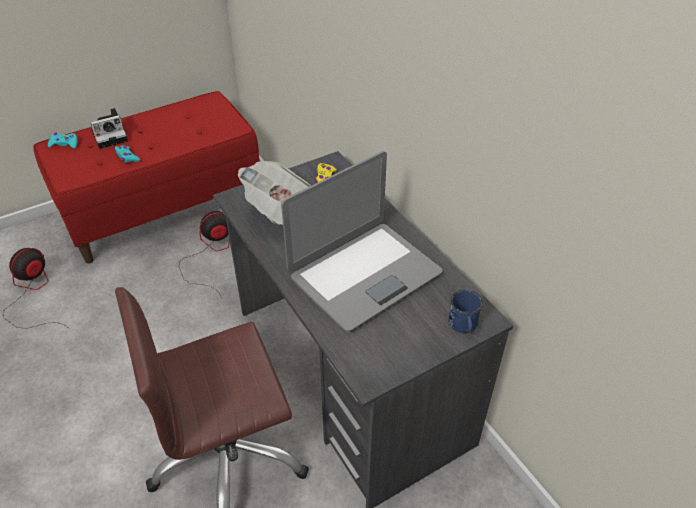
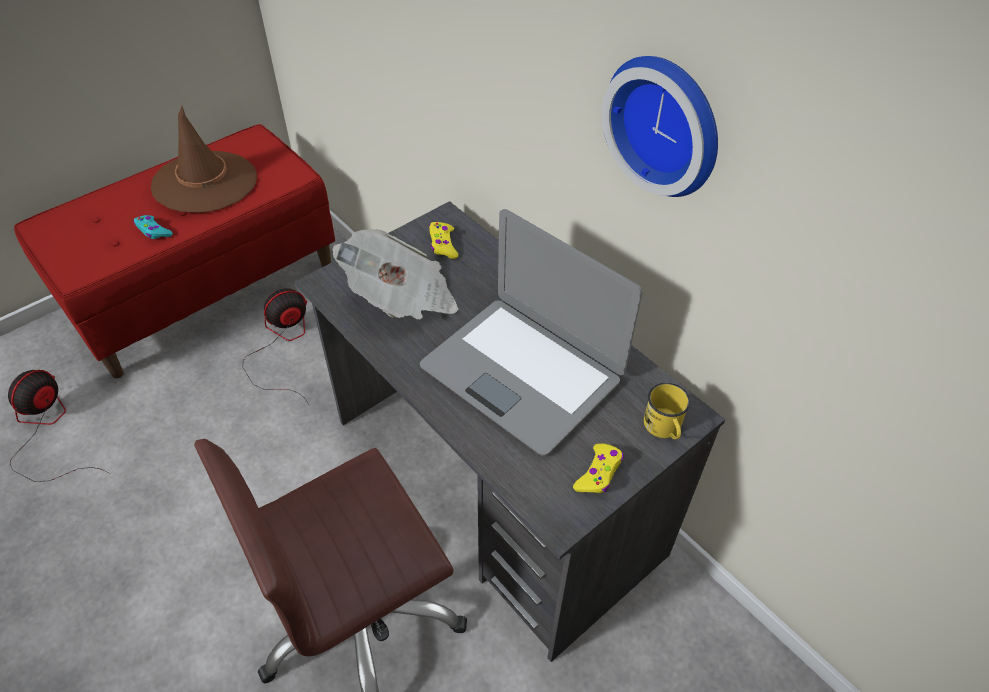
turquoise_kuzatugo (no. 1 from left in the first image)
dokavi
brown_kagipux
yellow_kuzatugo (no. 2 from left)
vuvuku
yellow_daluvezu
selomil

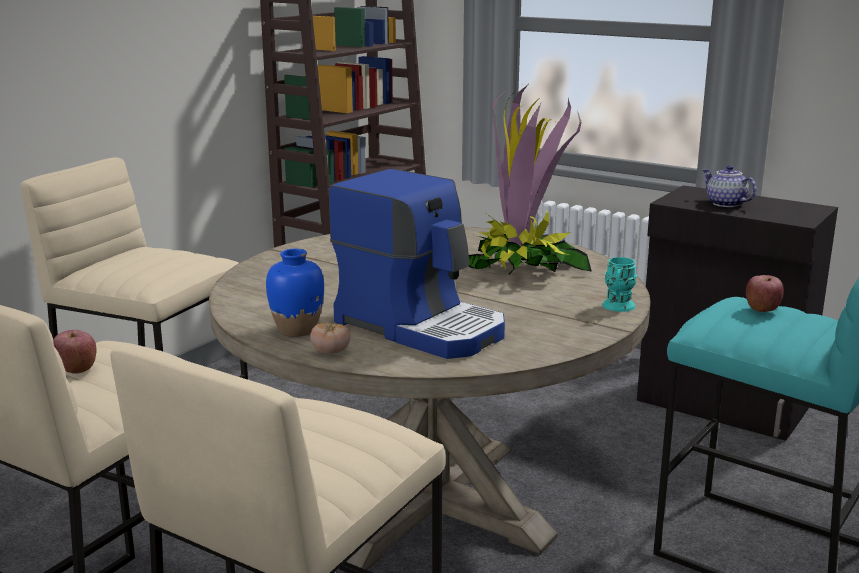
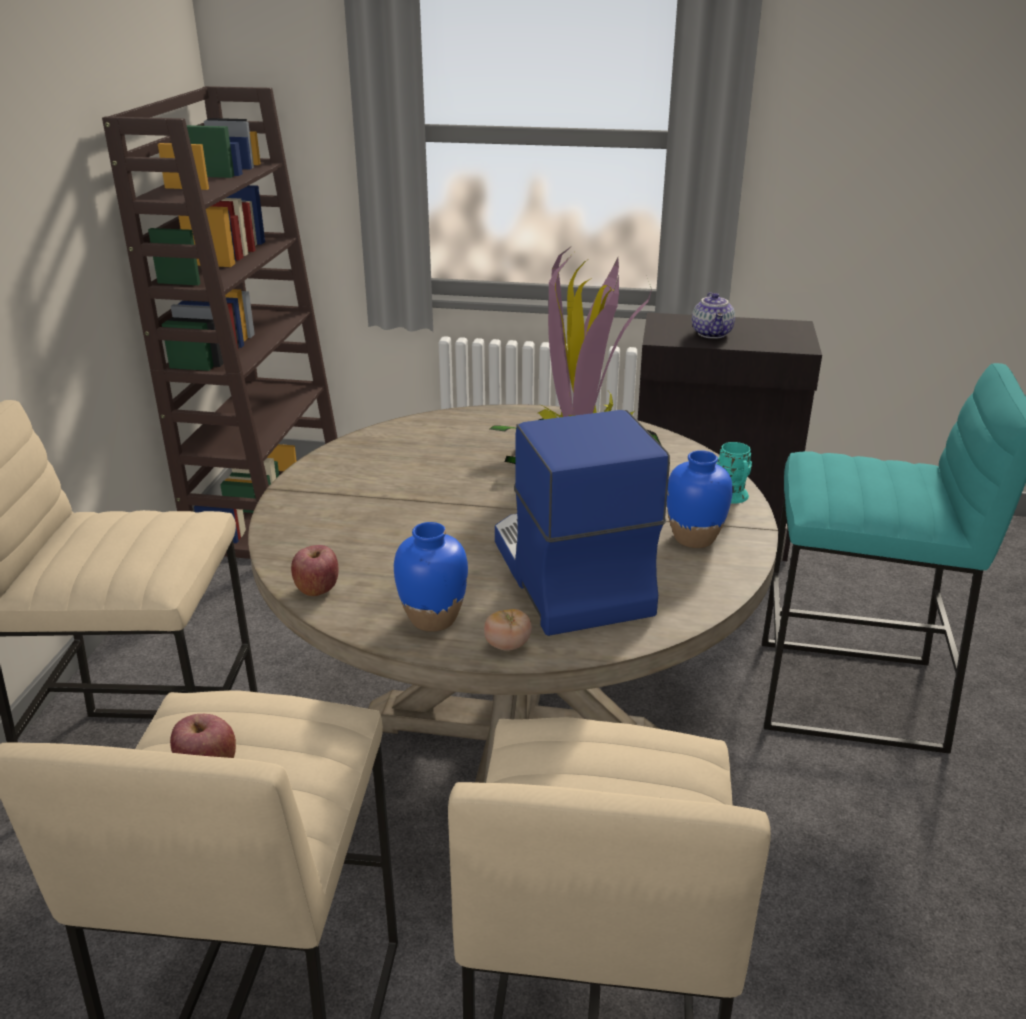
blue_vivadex (no. 2 from left)
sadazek (no. 2 from left)
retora
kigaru

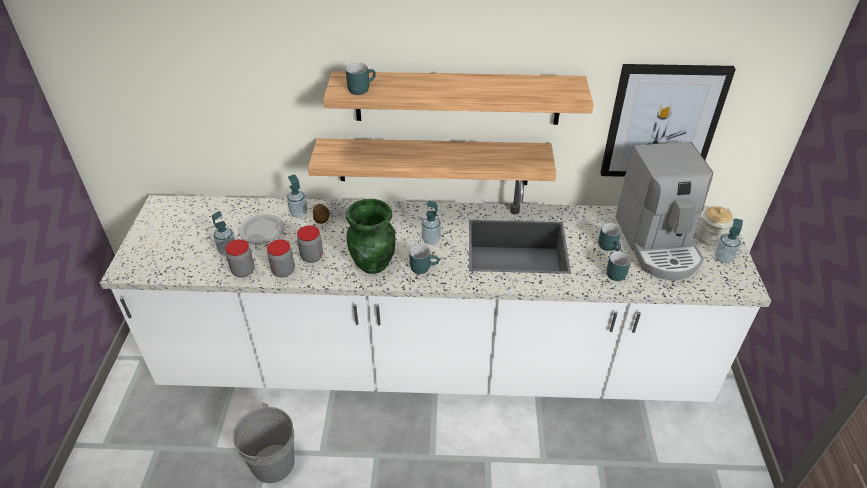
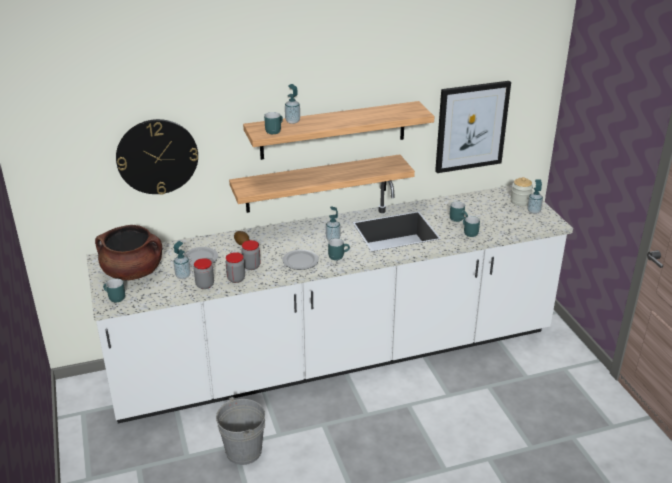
retora
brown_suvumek
turquoise_daluvezu (no. 1 from left)
vuvuku
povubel (no. 2 from left)
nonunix (no. 2 from left)

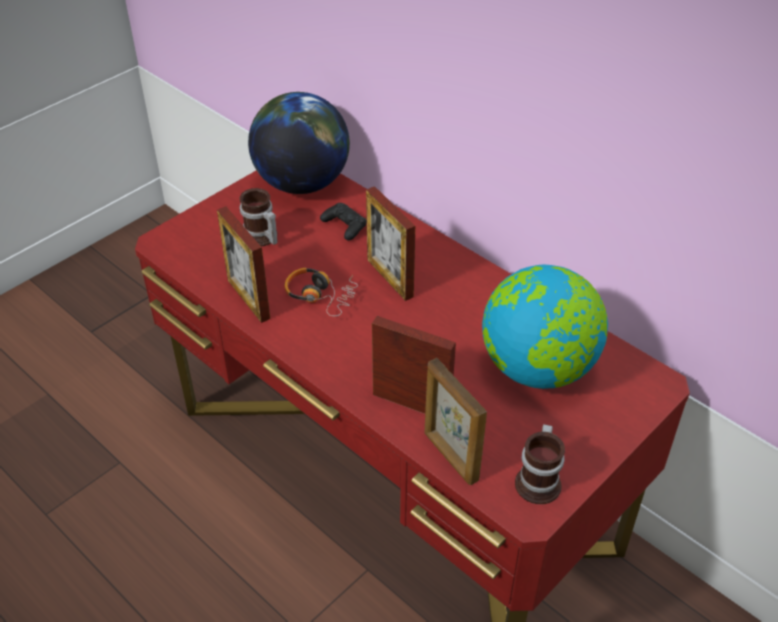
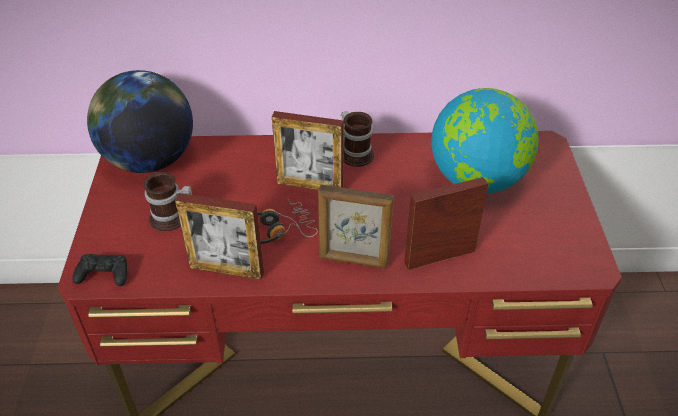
black_kuzatugo
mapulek (no. 3 from left)
daluvezu (no. 2 from left)

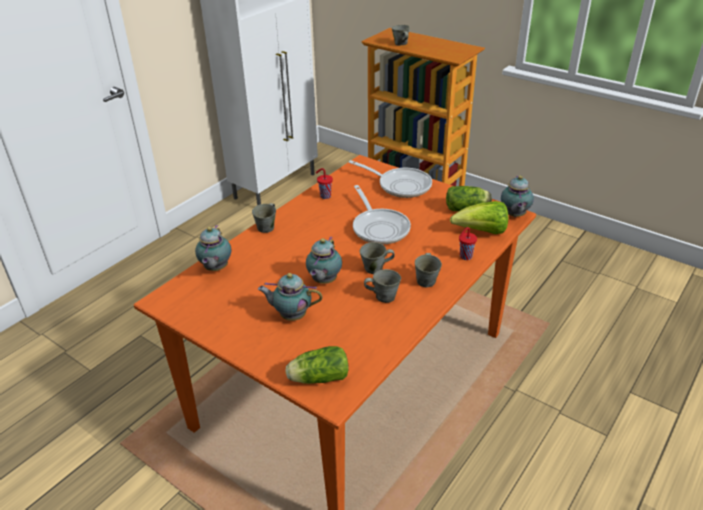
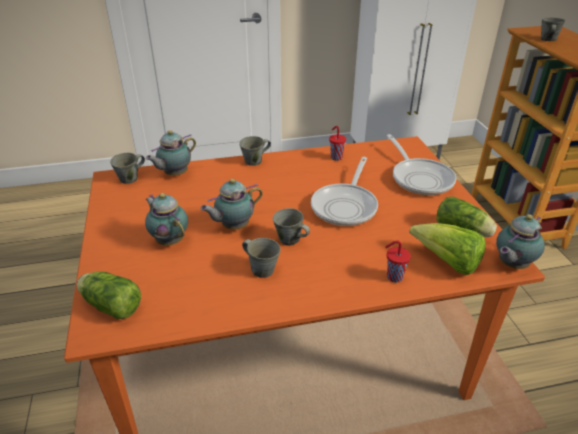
grey_daluvezu (no. 1 from left)

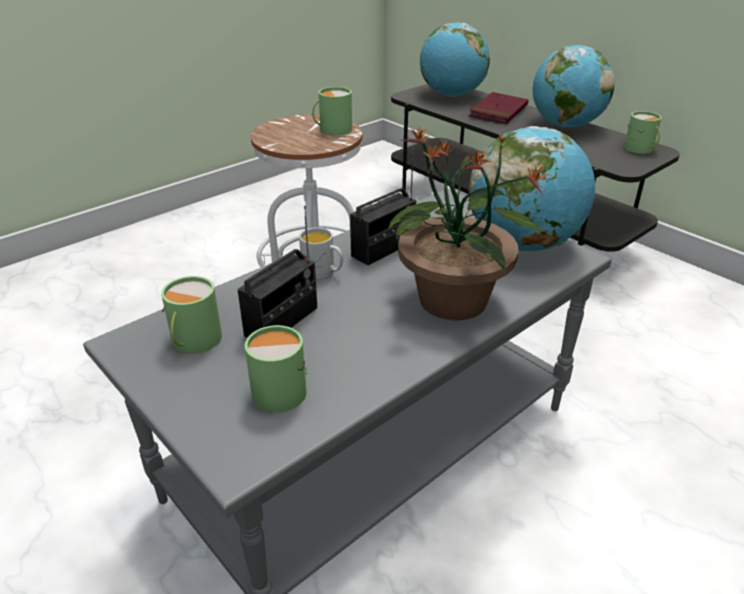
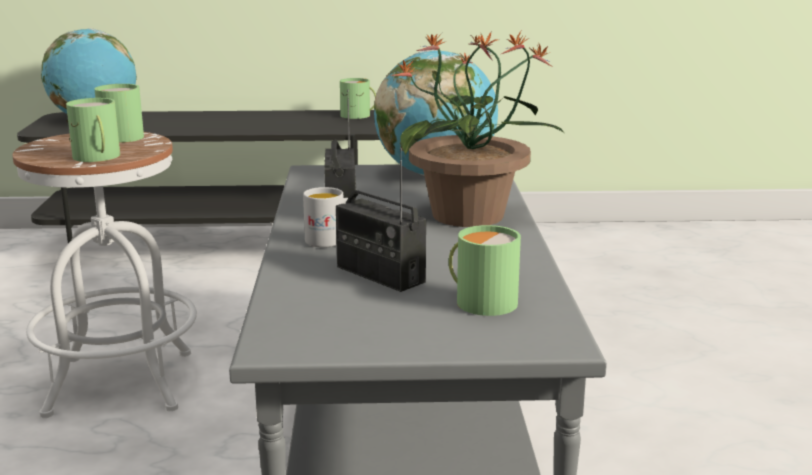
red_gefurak
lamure (no. 3 from left in the first image)
green_daluvezu (no. 1 from left)
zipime (no. 2 from left)

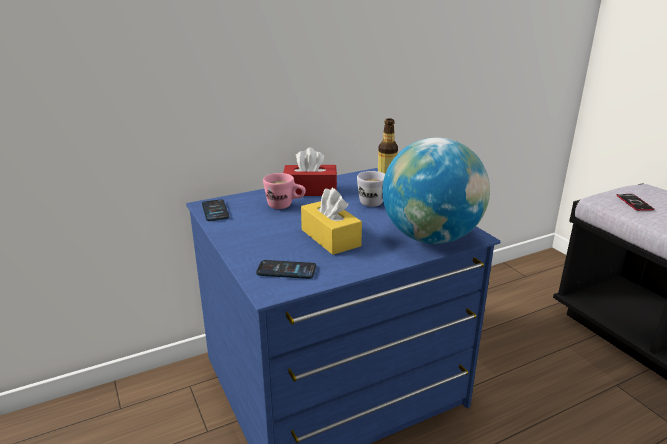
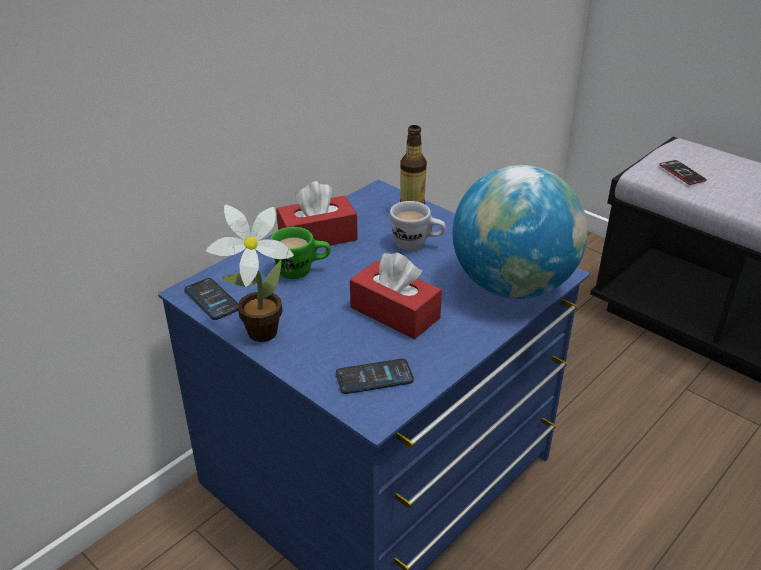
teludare
green_daluvezu
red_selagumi (no. 2 from left)

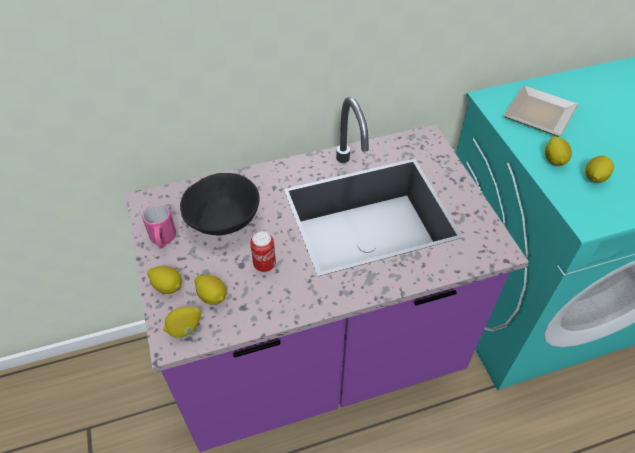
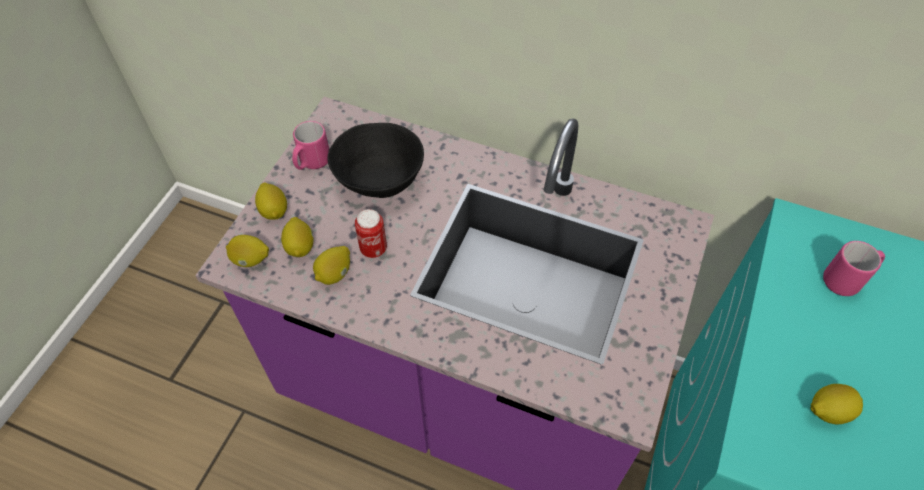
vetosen (no. 4 from left)
pink_daluvezu (no. 2 from left)

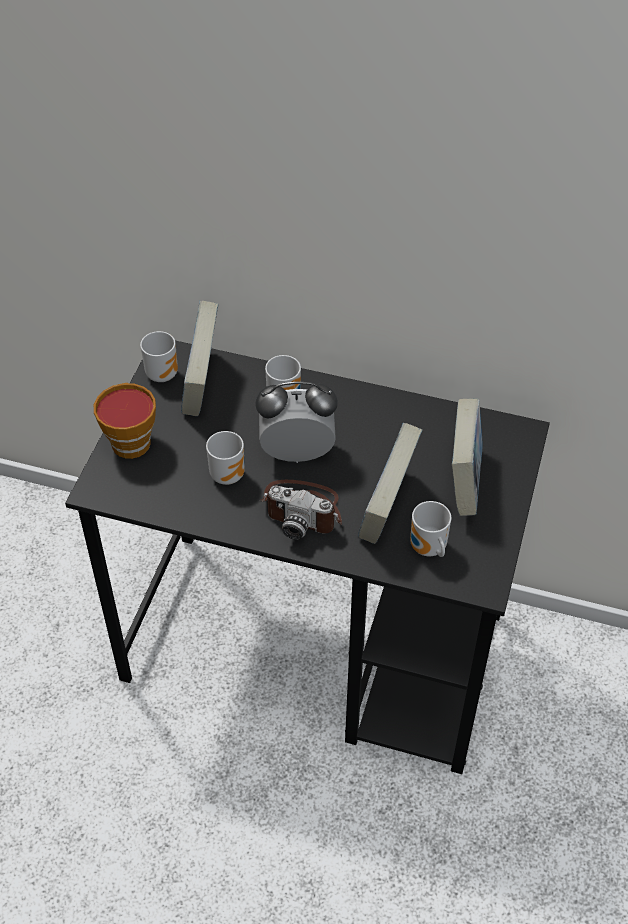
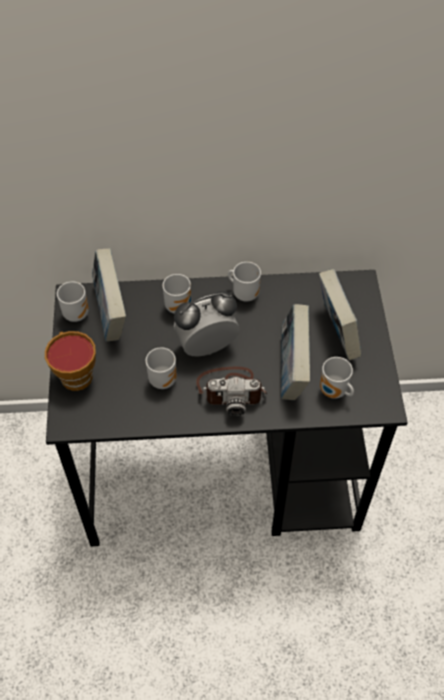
daluvezu (no. 4 from left)

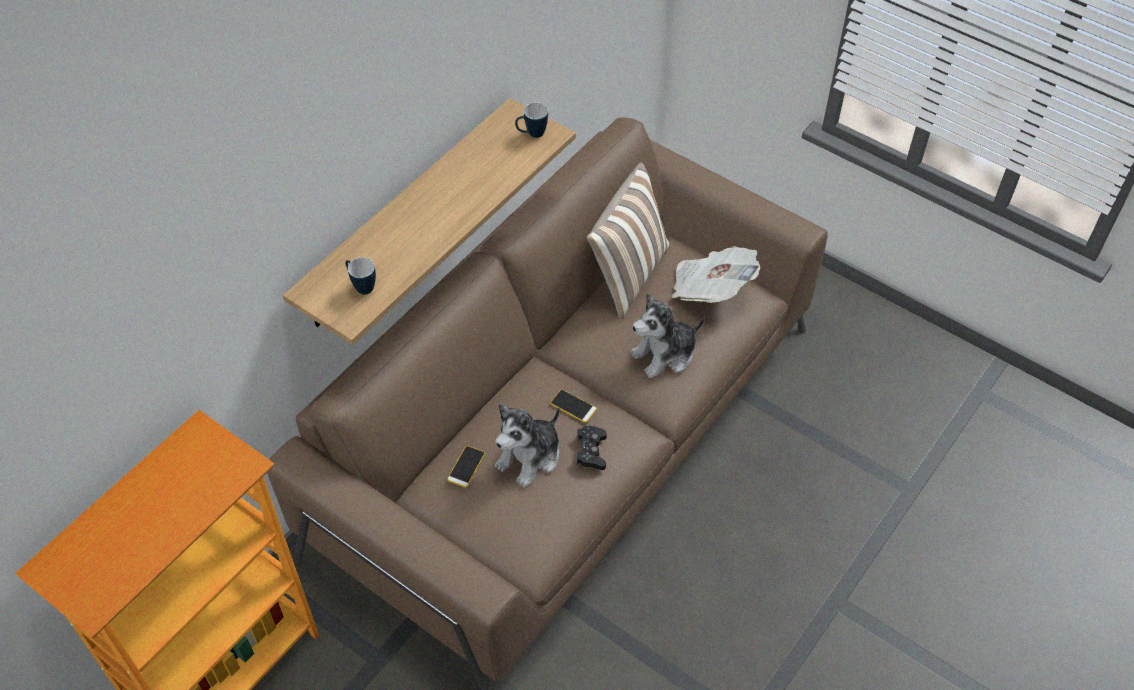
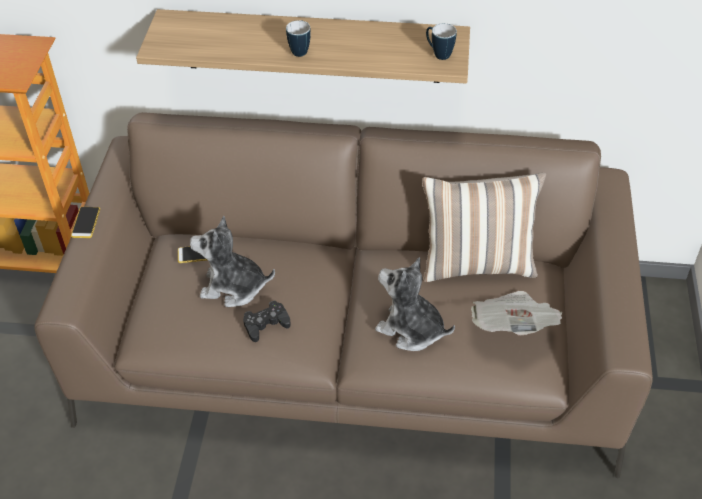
daluvezu (no. 1 from left)
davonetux (no. 1 from left)

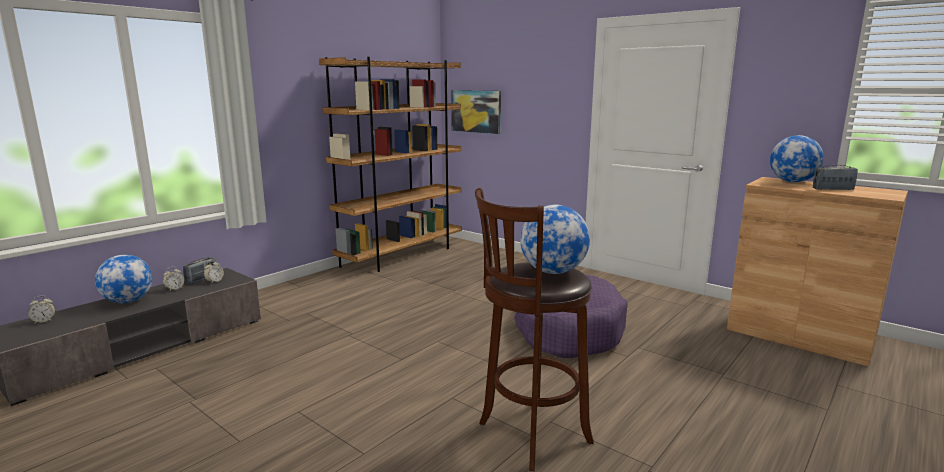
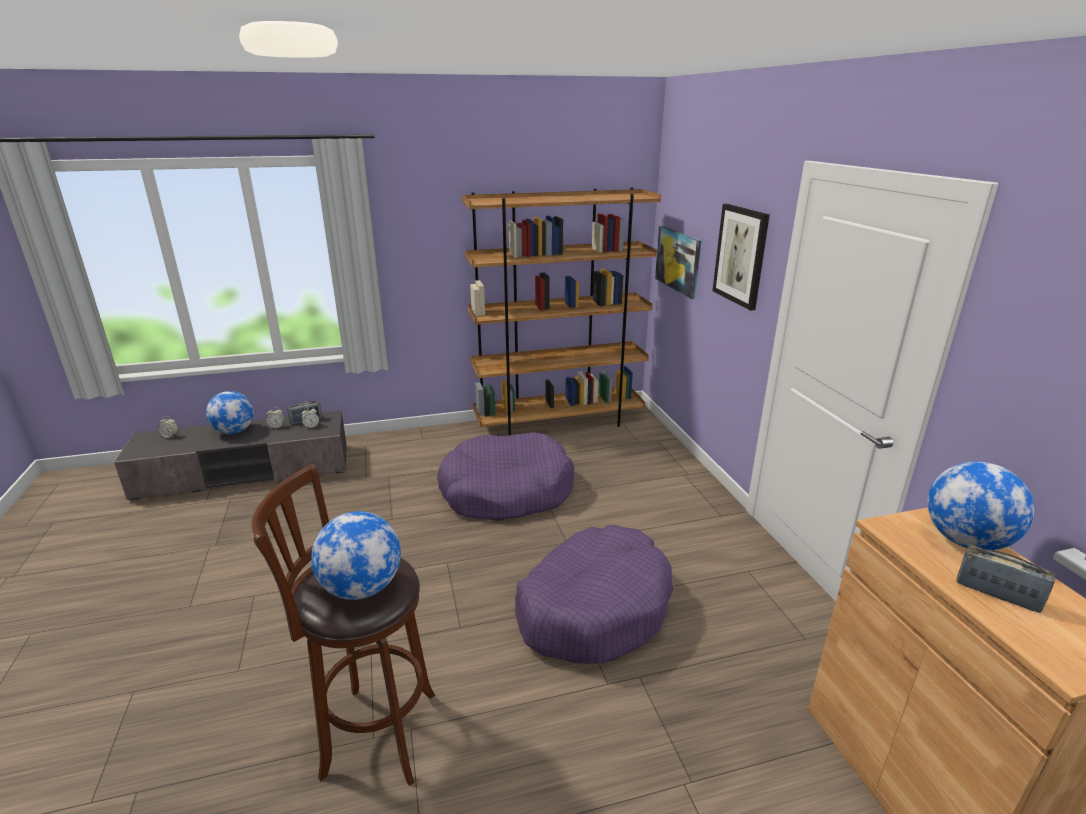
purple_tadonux (no. 1 from left)
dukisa (no. 2 from left)

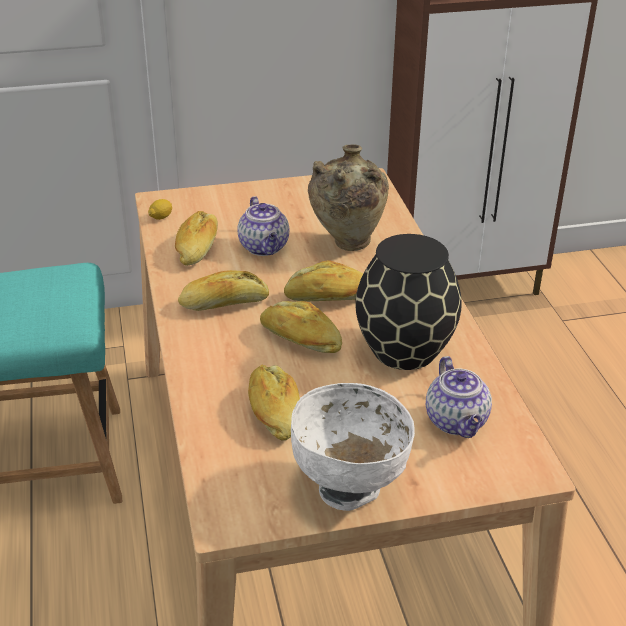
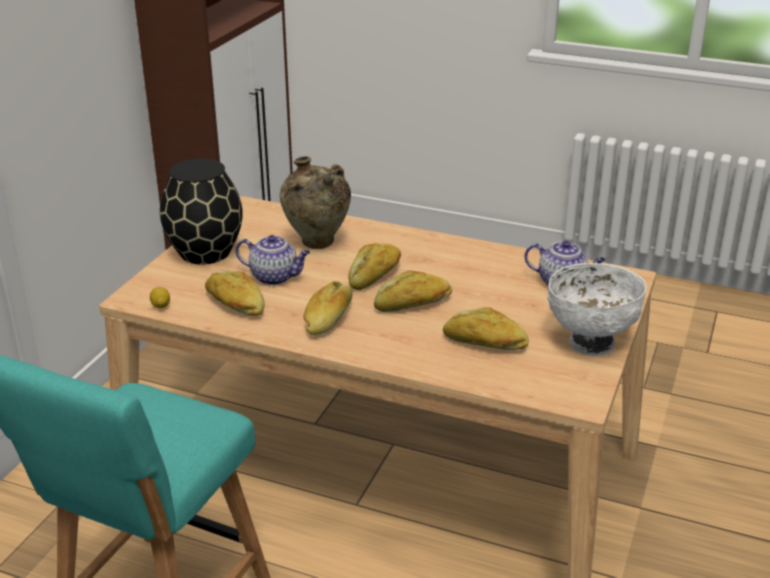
black_vivadex

